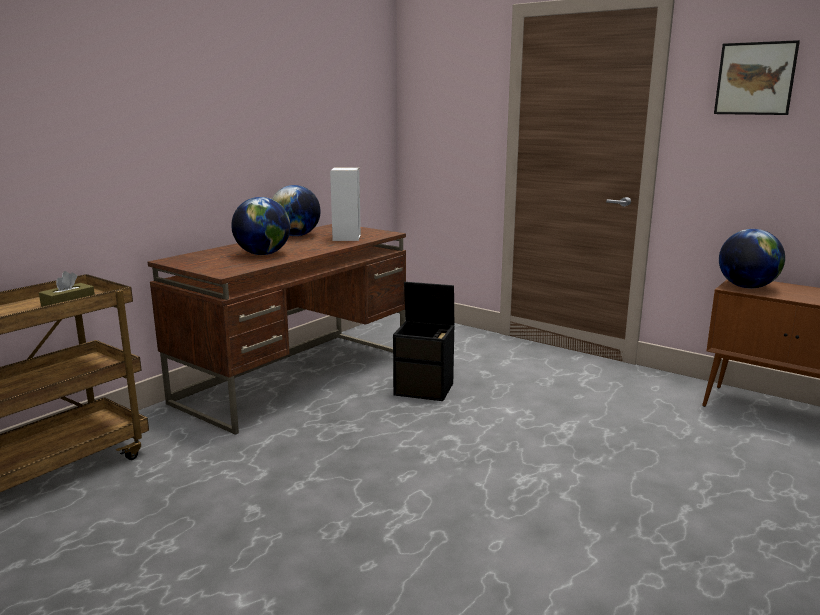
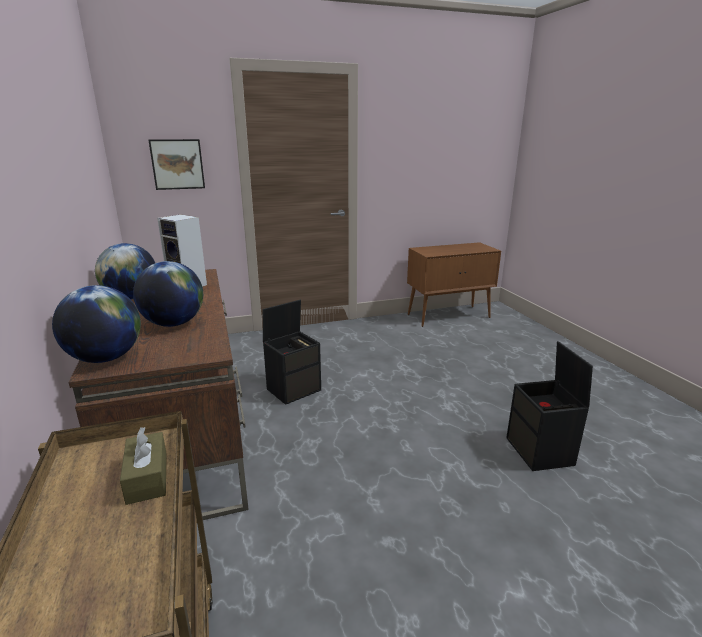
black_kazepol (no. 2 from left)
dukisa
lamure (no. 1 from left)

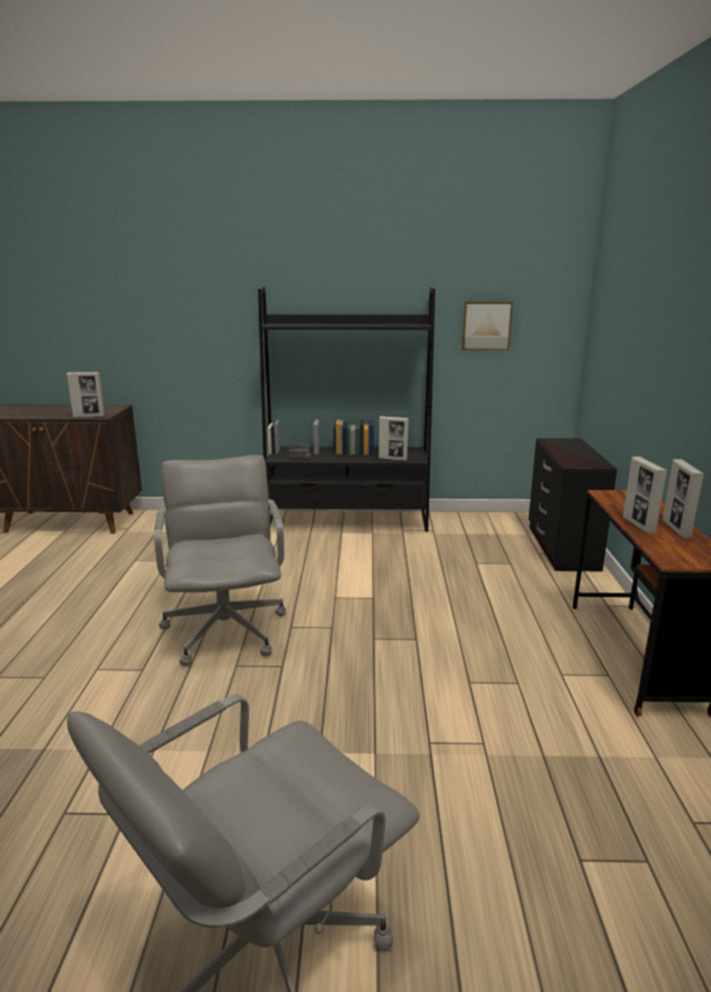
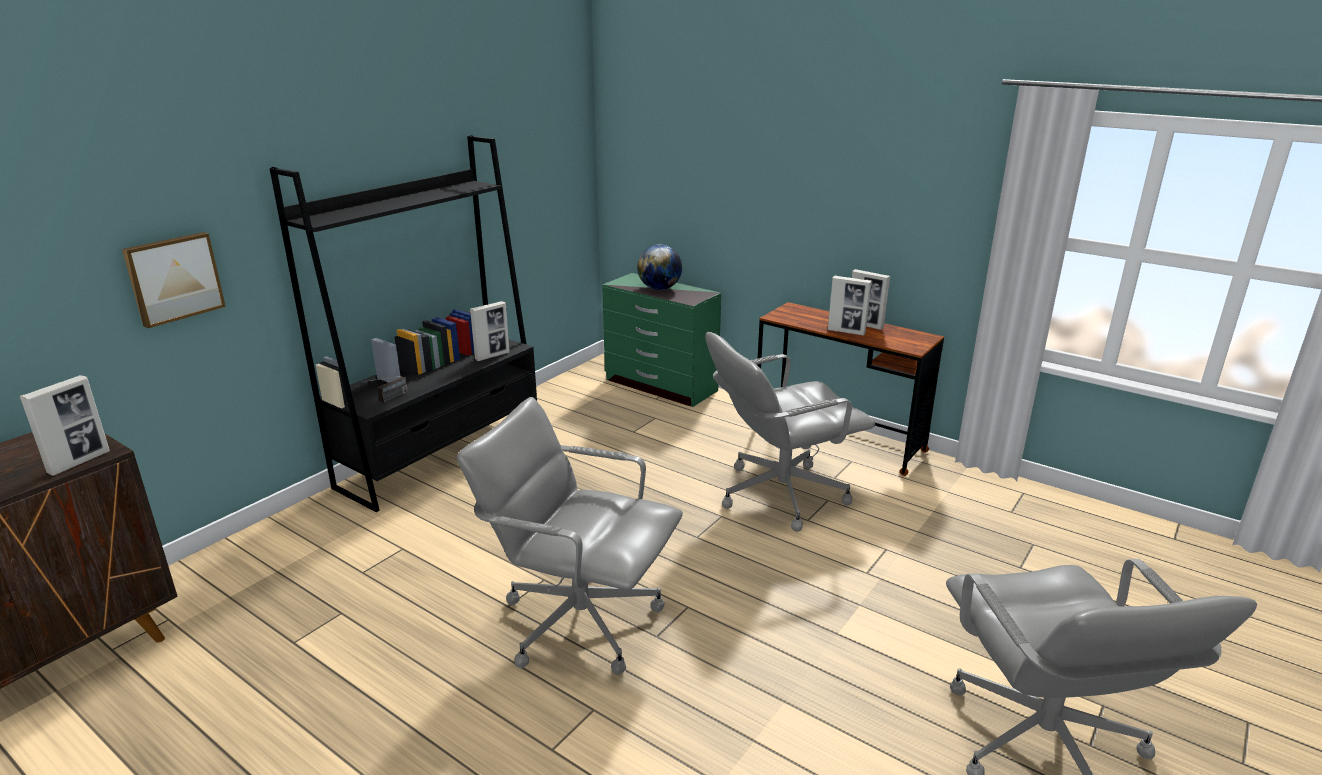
lamure
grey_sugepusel (no. 2 from left)
dukisa
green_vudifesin

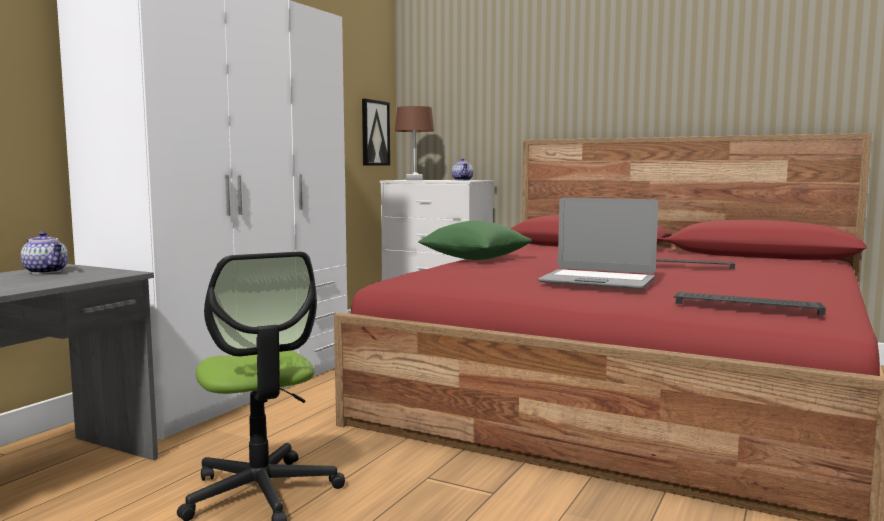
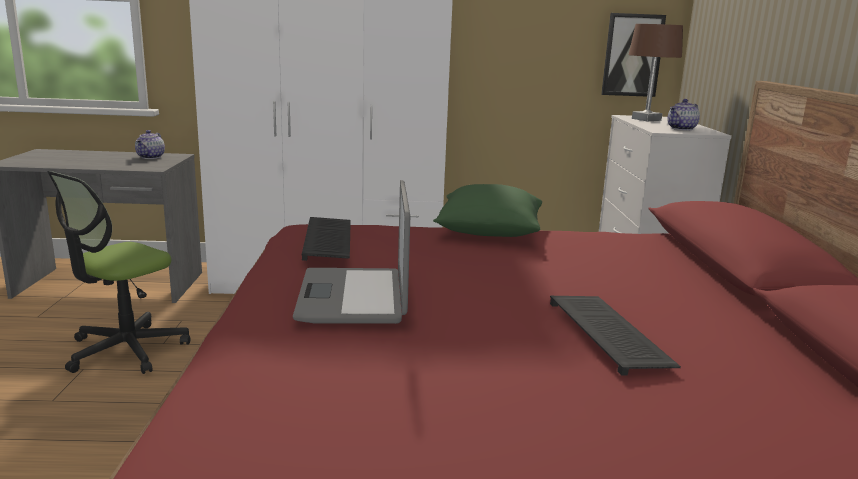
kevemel (no. 1 from left)

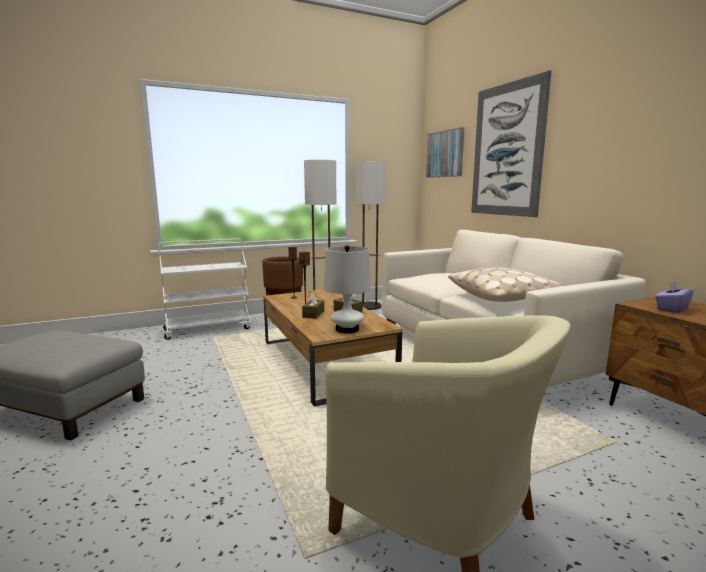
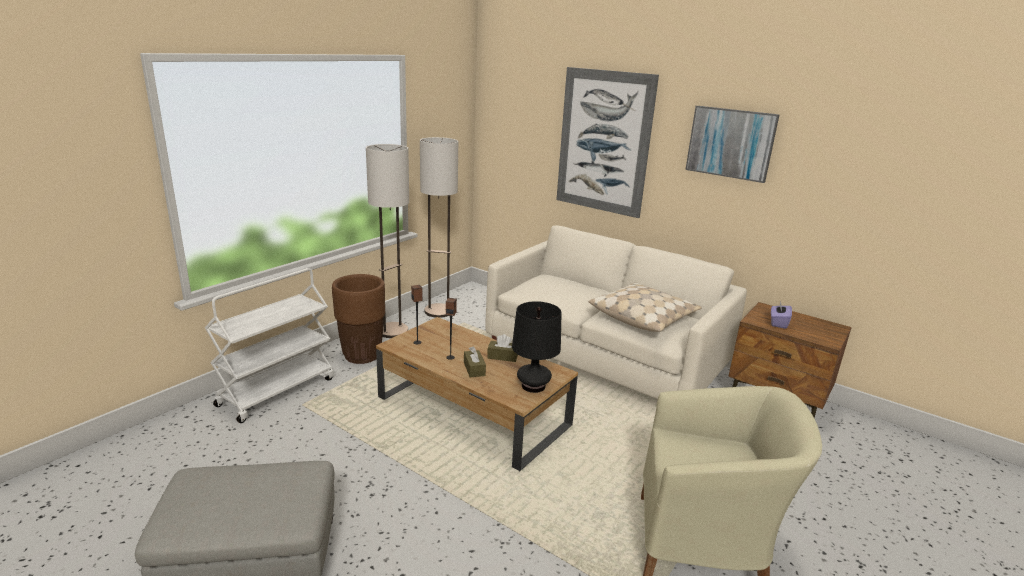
dukisa (no. 2 from left)
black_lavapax

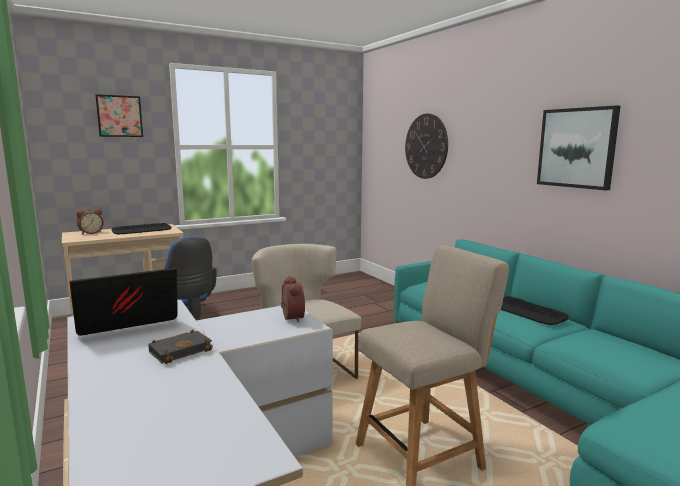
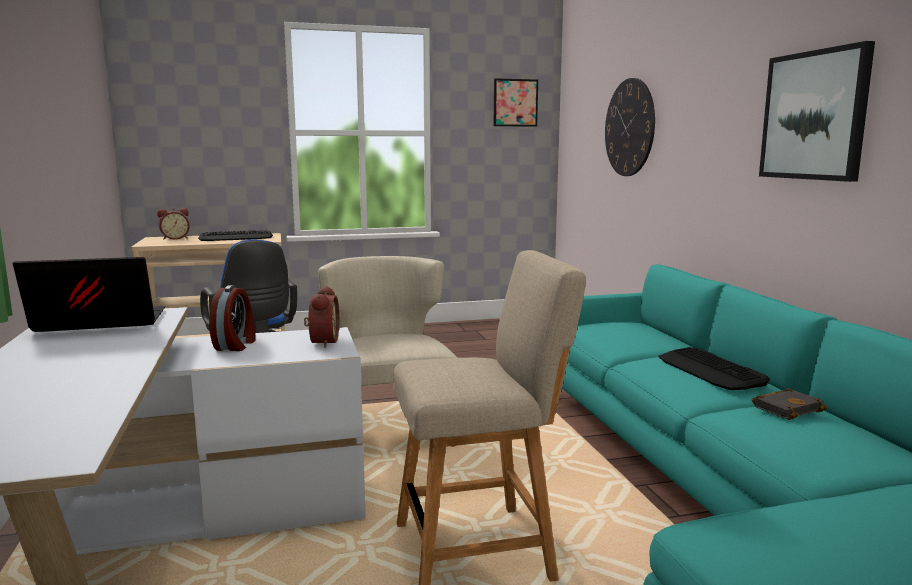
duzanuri (no. 2 from left)
dukisa (no. 1 from left)
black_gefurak

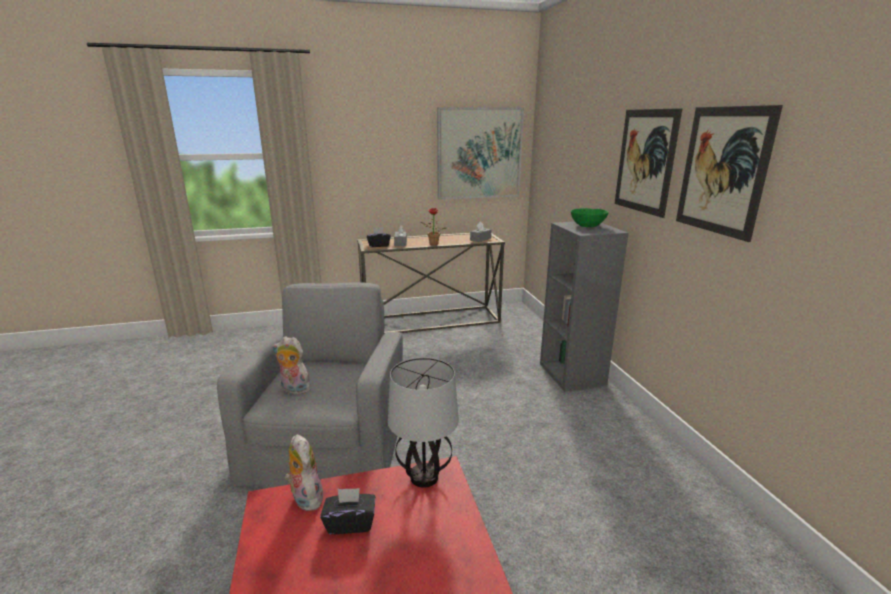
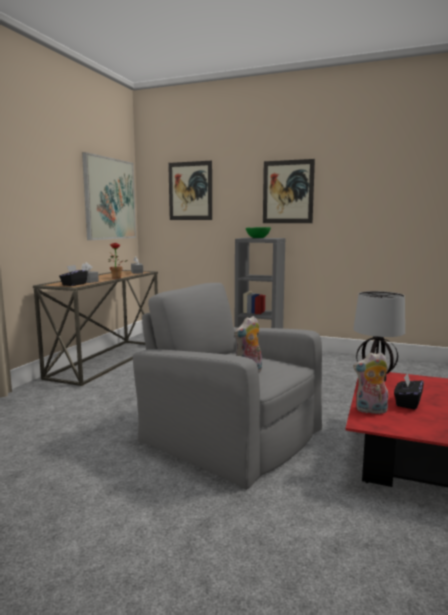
dukisa (no. 2 from left)

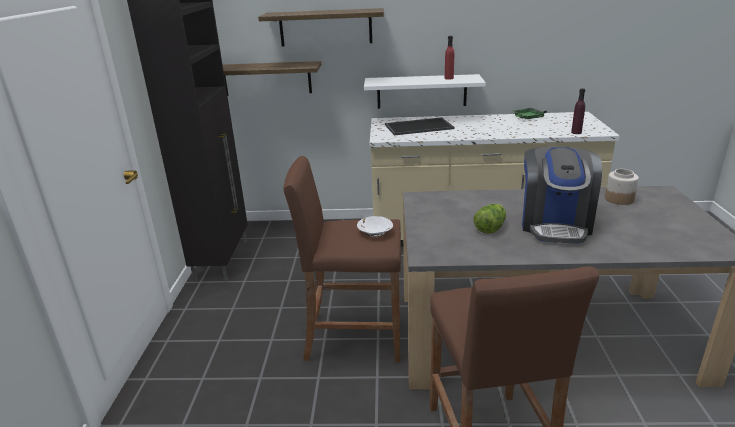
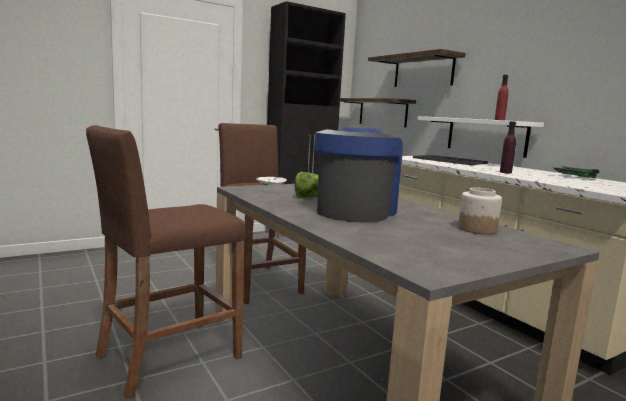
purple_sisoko
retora

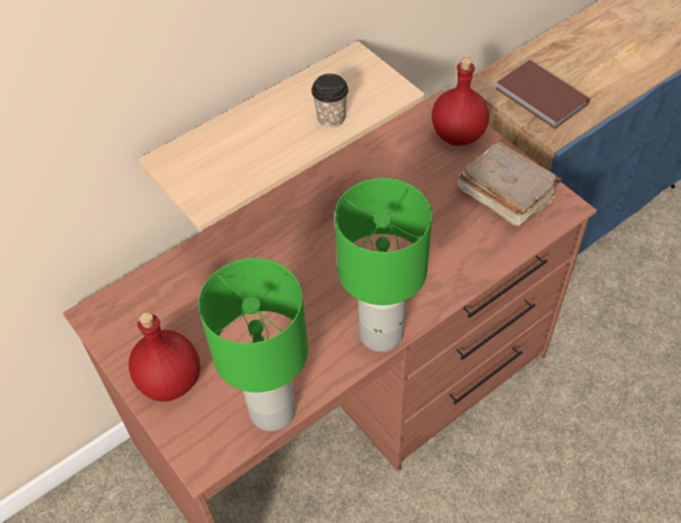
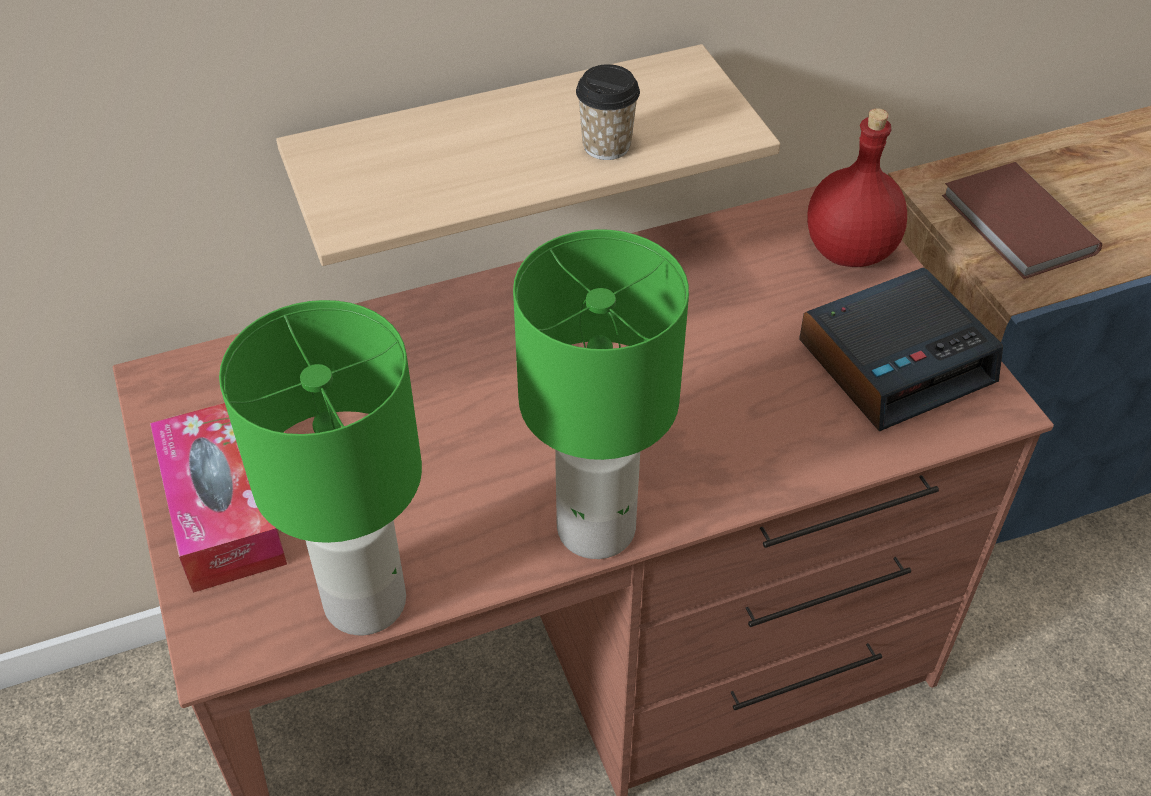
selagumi
duzanuri

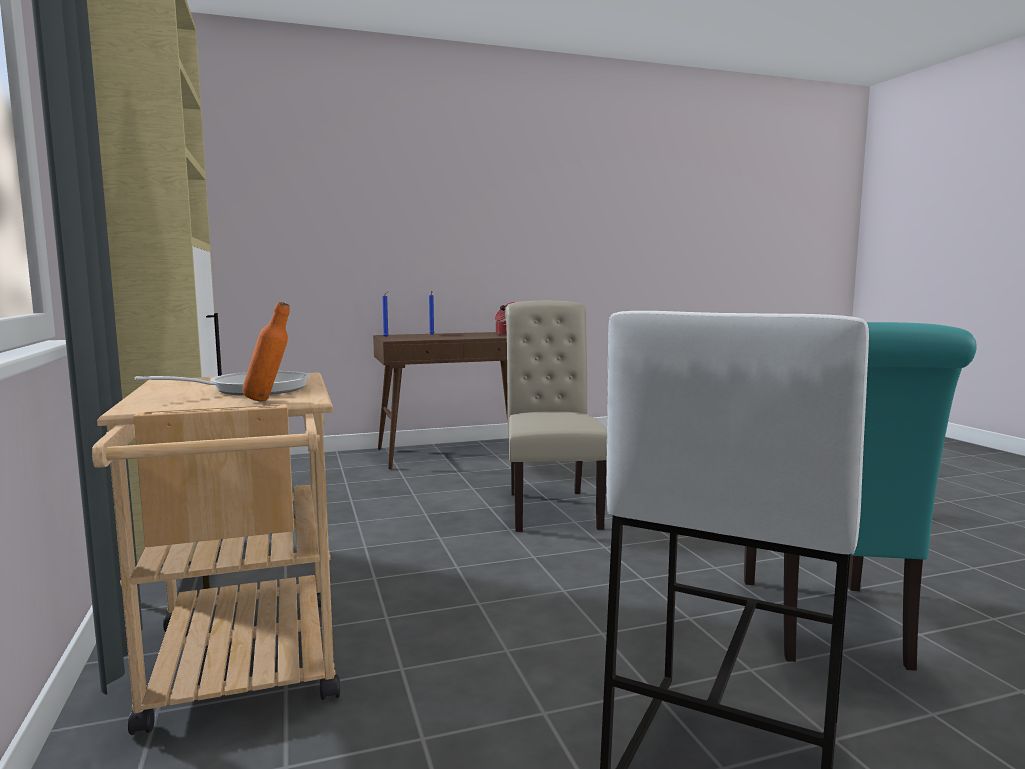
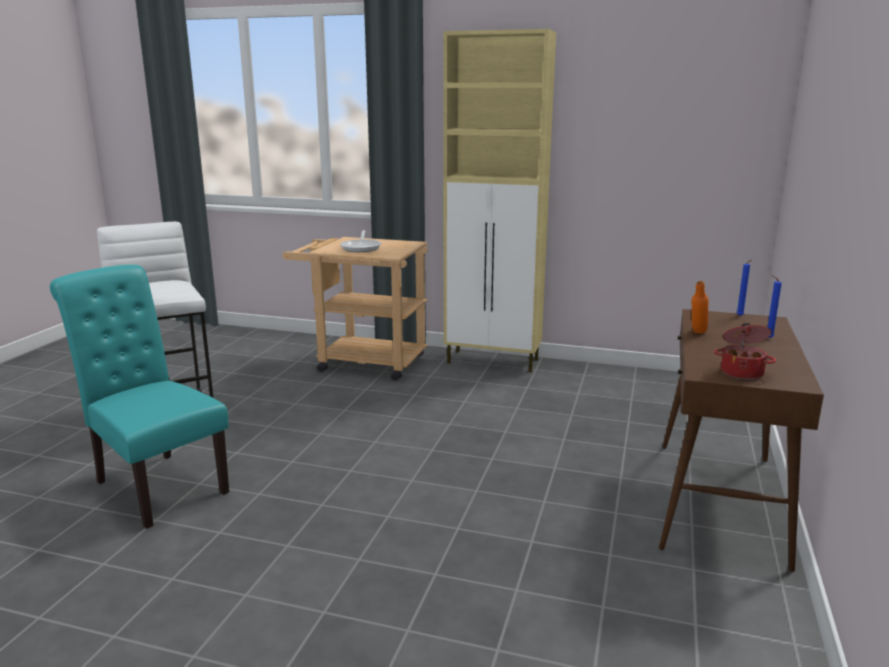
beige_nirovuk
orange_sisoko

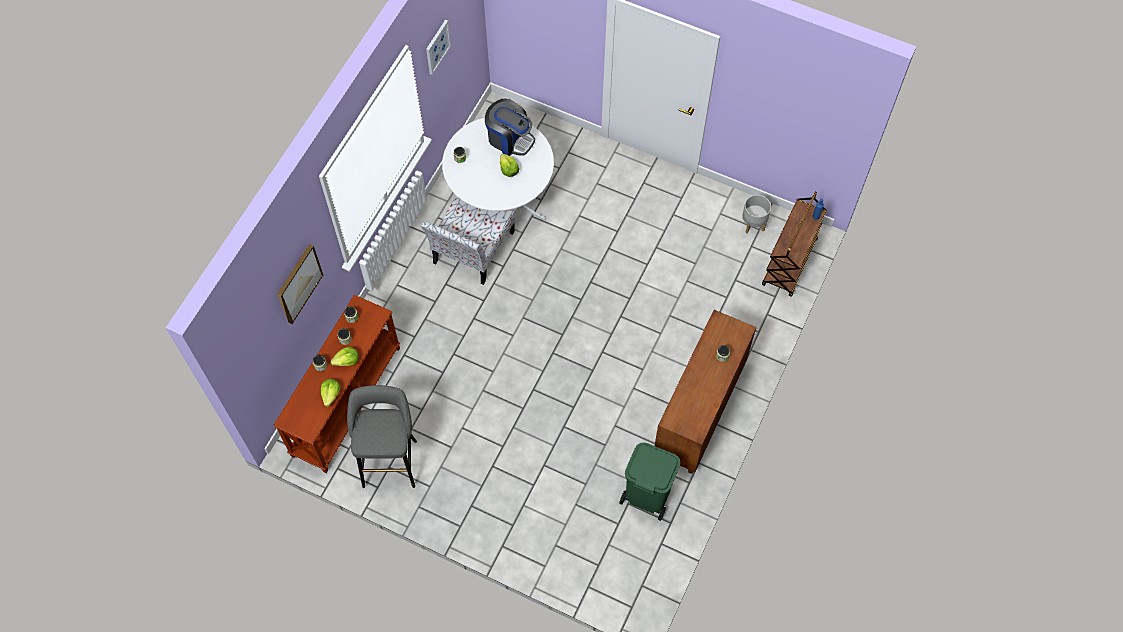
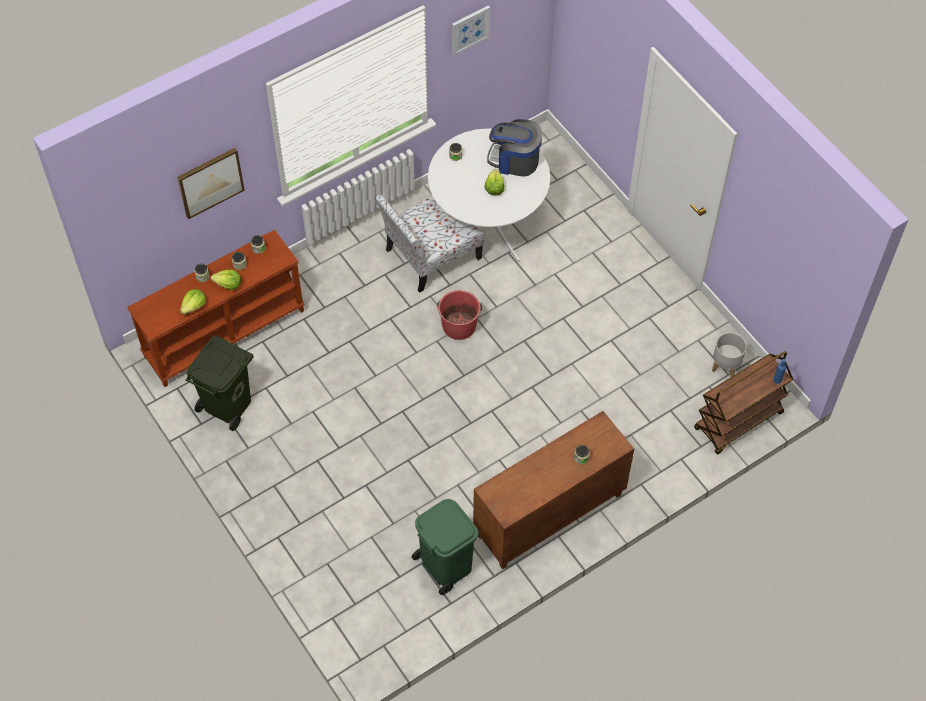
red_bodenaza
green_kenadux (no. 1 from left)
retora

